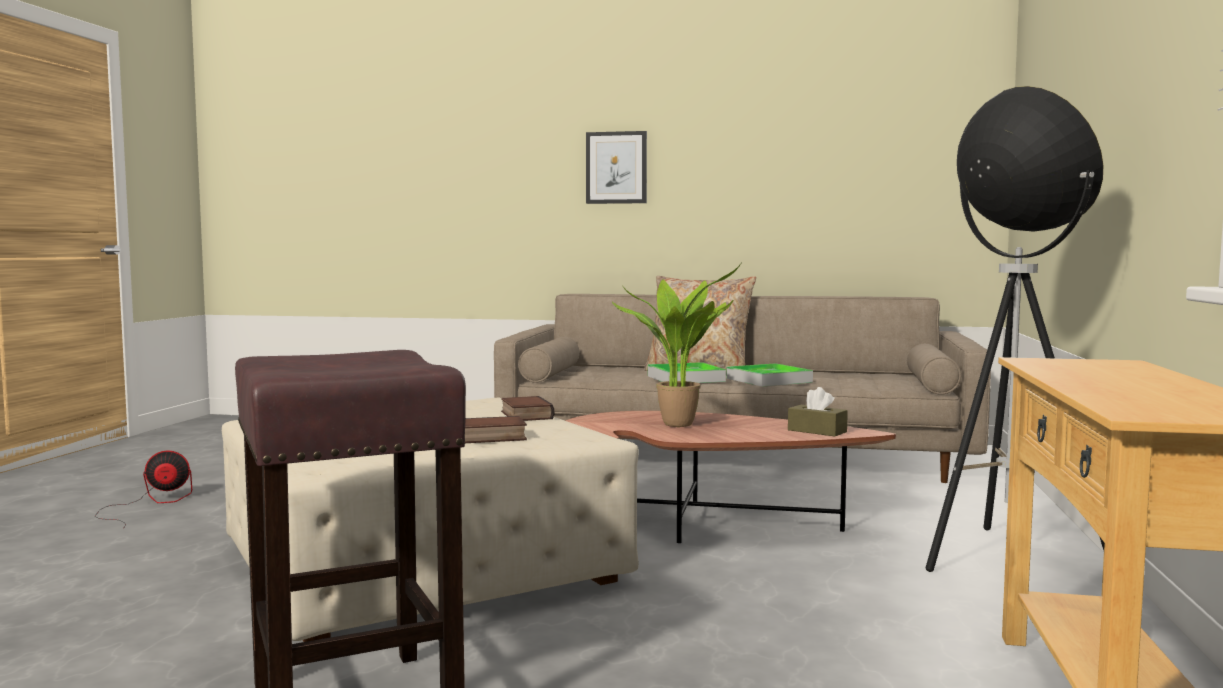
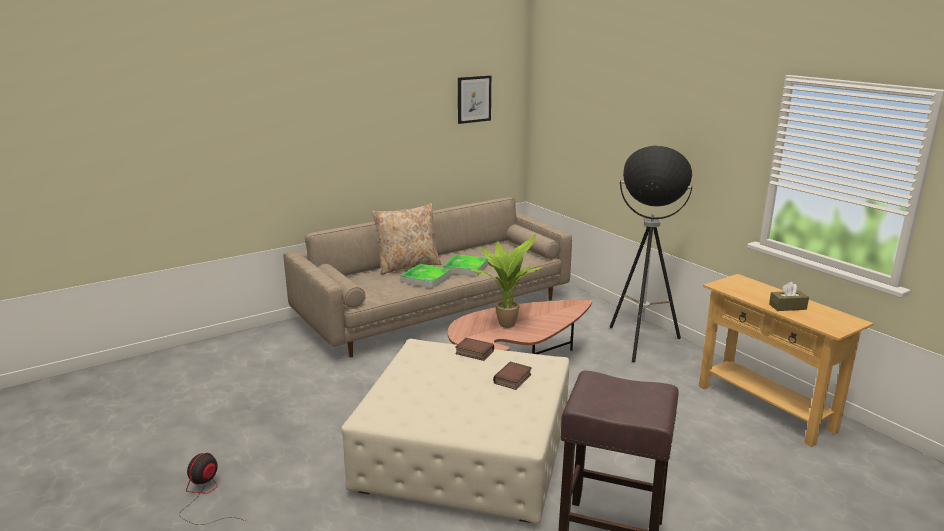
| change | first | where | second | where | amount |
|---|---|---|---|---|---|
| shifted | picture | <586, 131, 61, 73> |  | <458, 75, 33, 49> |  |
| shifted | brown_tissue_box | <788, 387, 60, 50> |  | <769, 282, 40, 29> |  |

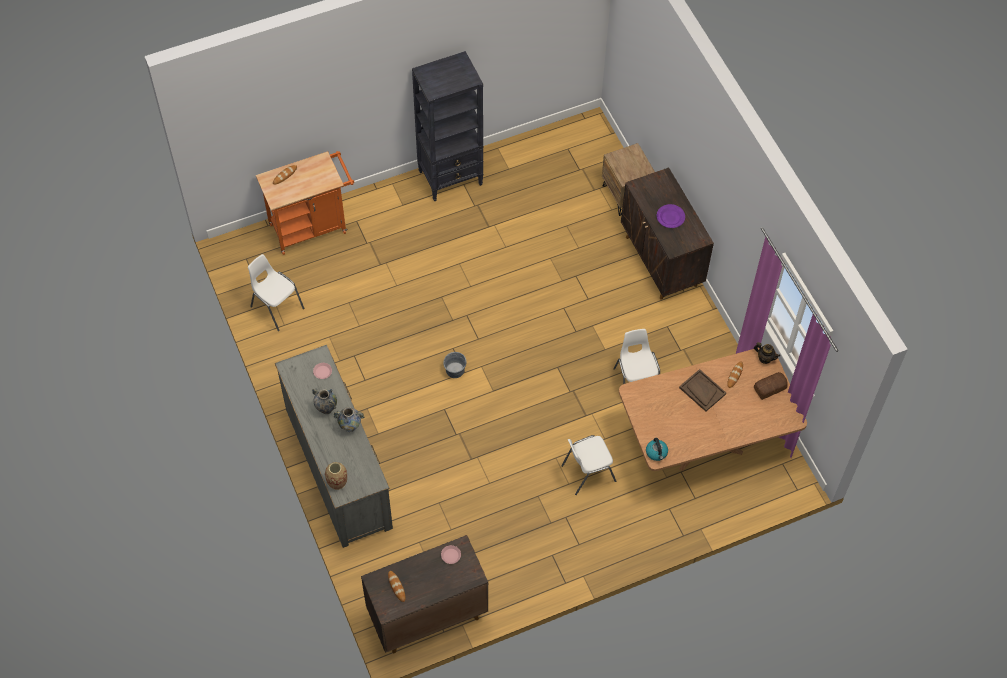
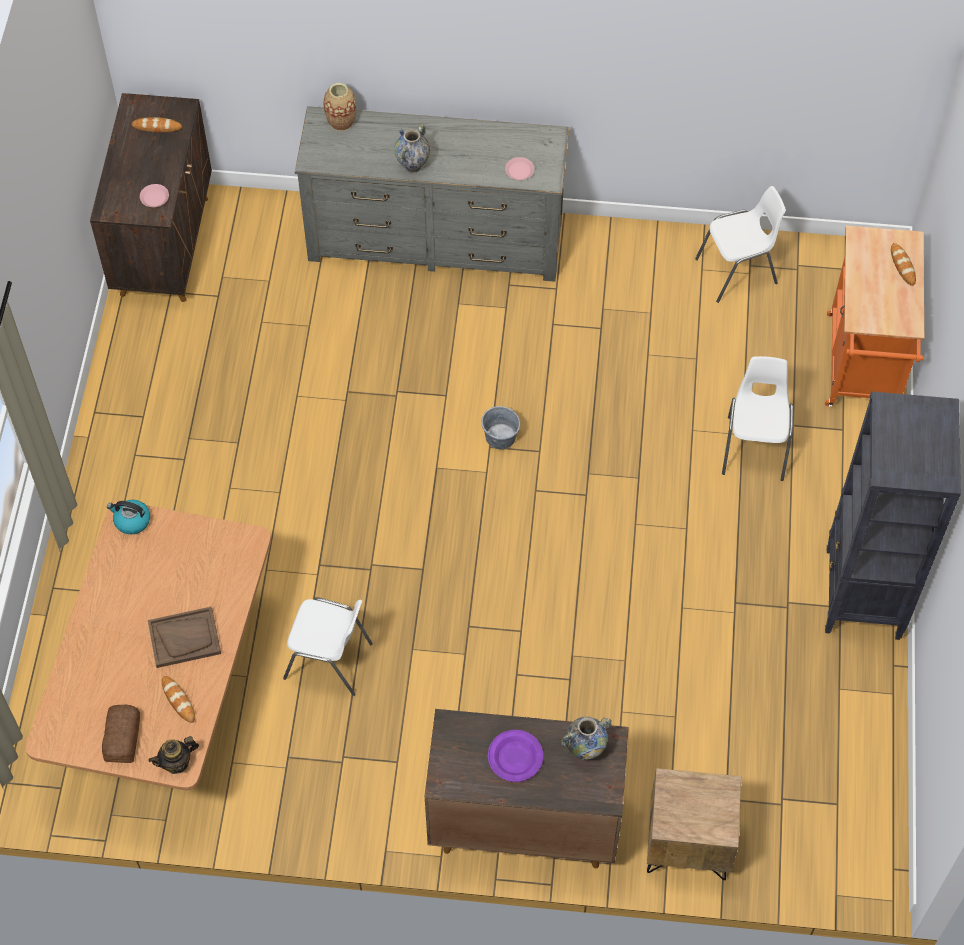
| change | first | where | second | where | amount |
|---|---|---|---|---|---|
| shifted | vase | <312, 388, 25, 26> |  | <561, 717, 51, 43> |  |
| shifted | white_chair | <561, 435, 55, 60> |  | <722, 356, 71, 125> |  |

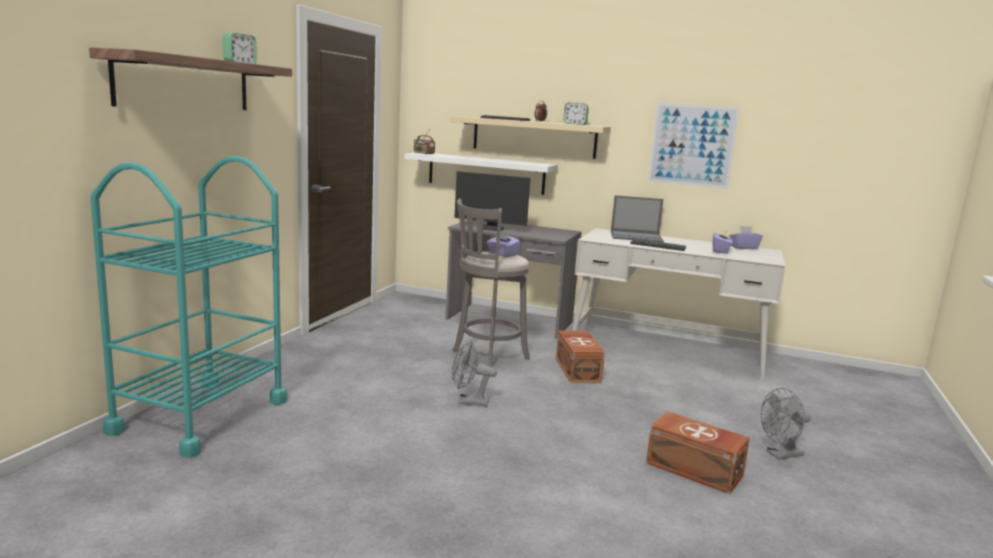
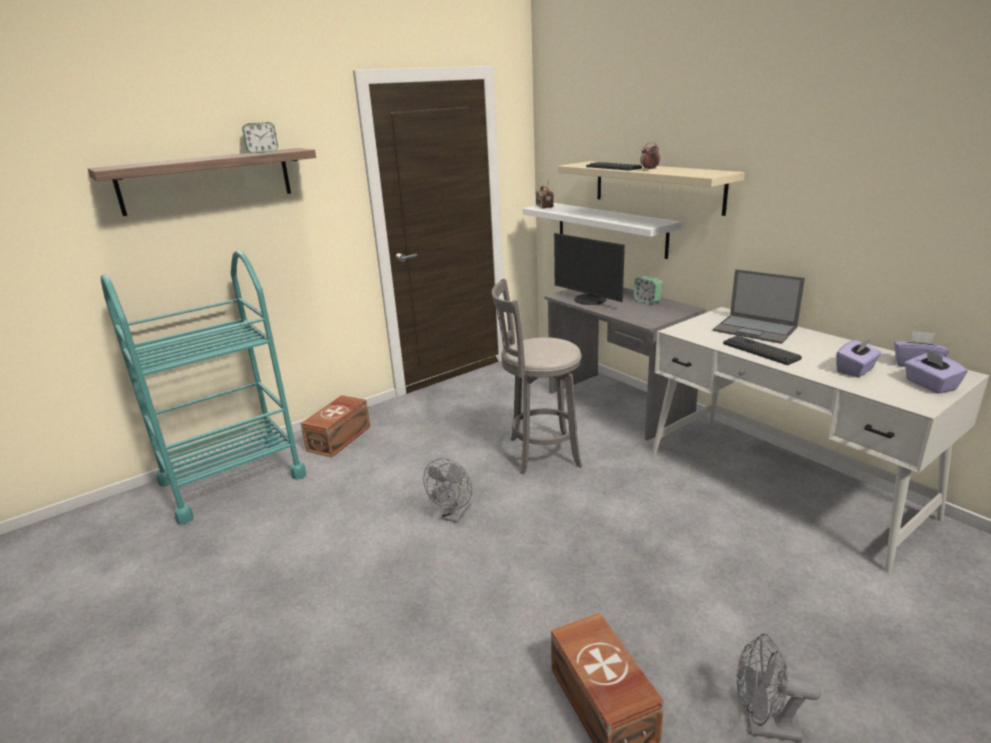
| change | first | where | second | where | amount |
|---|---|---|---|---|---|
| rotated | grey_fan | <452, 341, 45, 65> |  | <423, 458, 49, 65> | 105 degrees counterclockwise |
| shifted | purple_tissue_box | <487, 232, 33, 25> |  | <904, 349, 64, 45> |  |
| shifted | brown_storage_box | <556, 330, 49, 53> |  | <301, 395, 70, 62> |  |
| shifted | alarm_clock | <564, 102, 25, 23> |  | <634, 276, 29, 28> |  |
| gone | picture | <648, 103, 92, 86> |  |  |  |

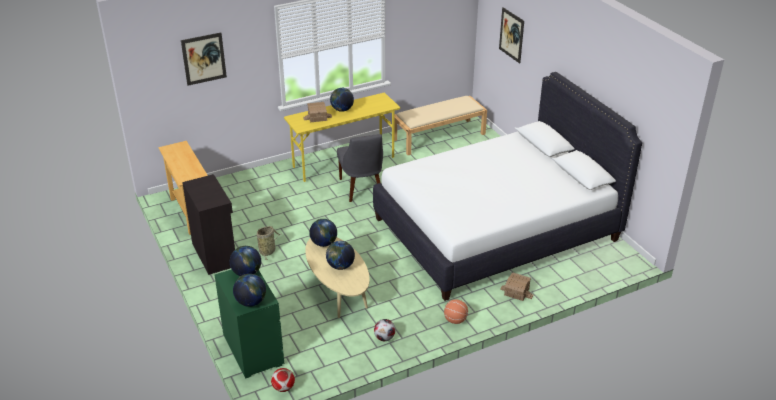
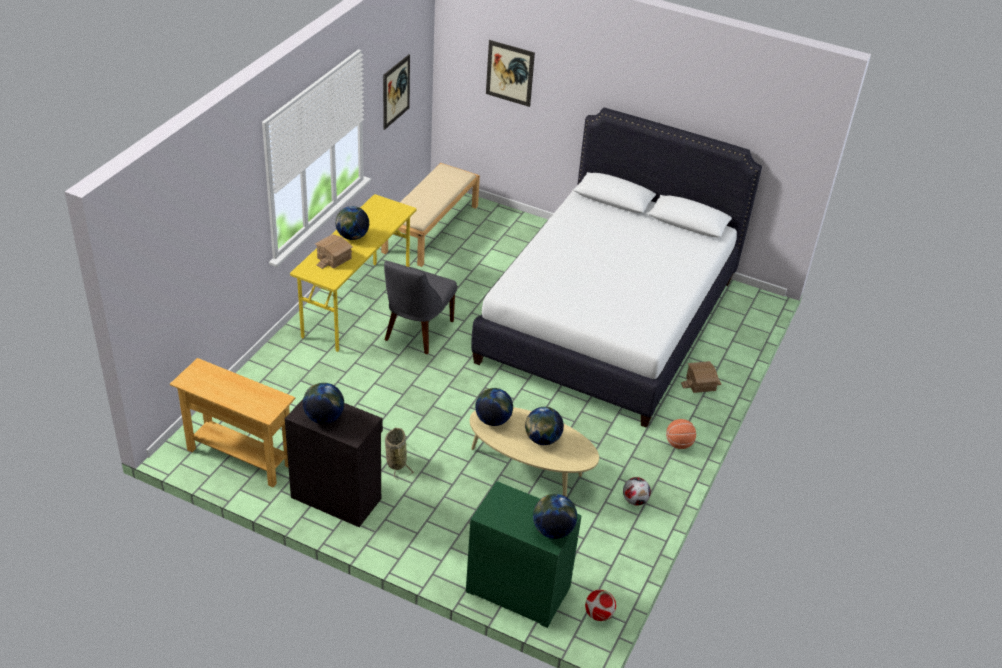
| change | first | where | second | where | amount |
|---|---|---|---|---|---|
| shifted | picture | <181, 33, 46, 53> |  | <383, 54, 27, 76> |  |
| shifted | globe | <230, 246, 31, 30> |  | <303, 383, 41, 41> |  |
| rotated | grey_chair | <337, 134, 46, 68> |  | <384, 261, 73, 93> | 75 degrees clockwise |

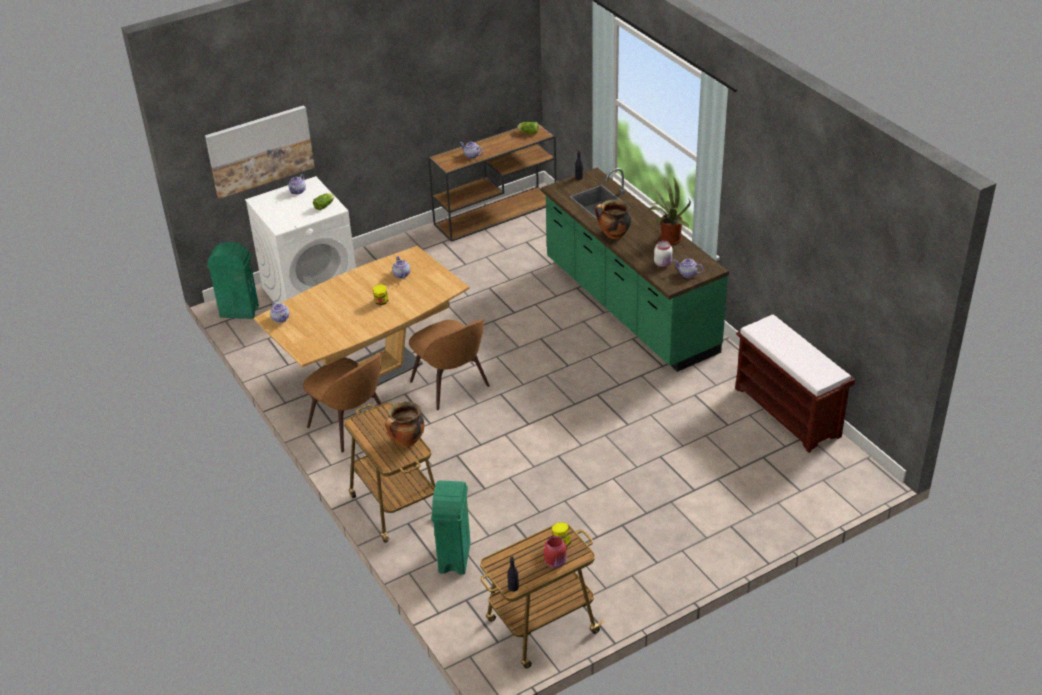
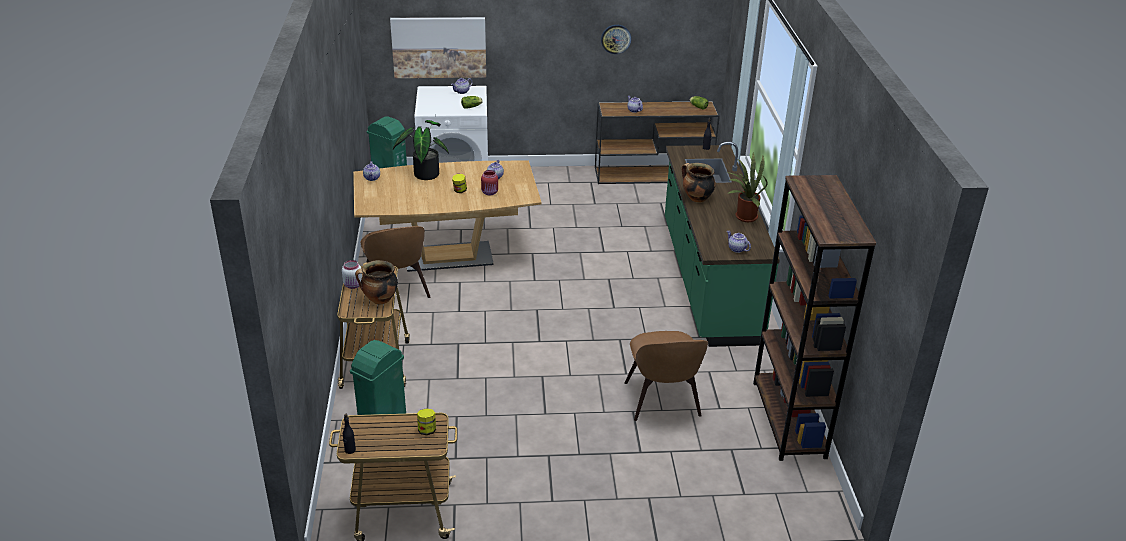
| change | first | where | second | where | amount |
|---|---|---|---|---|---|
| shifted | brown_chair | <409, 319, 81, 91> |  | <625, 331, 83, 90> |  |
| shifted | red_jar | <544, 536, 23, 32> |  | <481, 170, 17, 25> |  |
| shifted | white_jar | <654, 241, 19, 26> |  | <342, 260, 20, 29> |  |
| swapped | brown_bench | <735, 314, 120, 139> | brown_bookcase | <753, 175, 123, 286> |  |
| new |  |  | potted_plant | <393, 120, 56, 60> |  |
| new |  |  | wall_clock | <601, 25, 30, 29> |  |

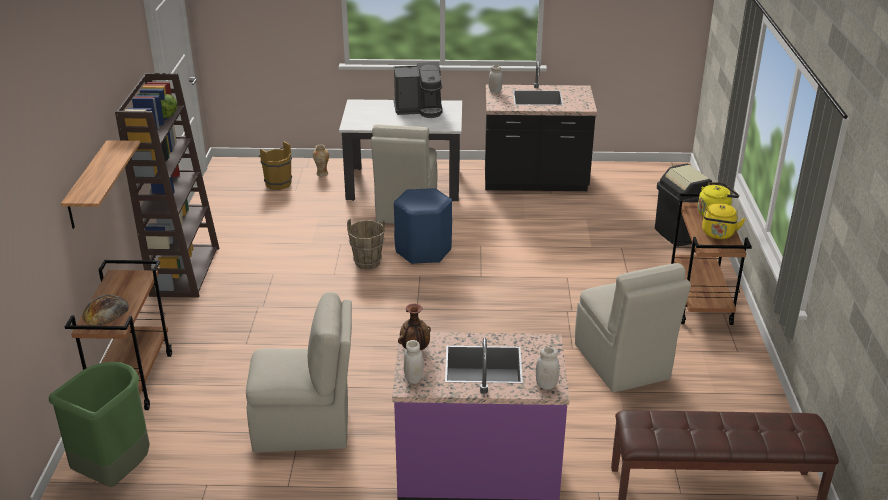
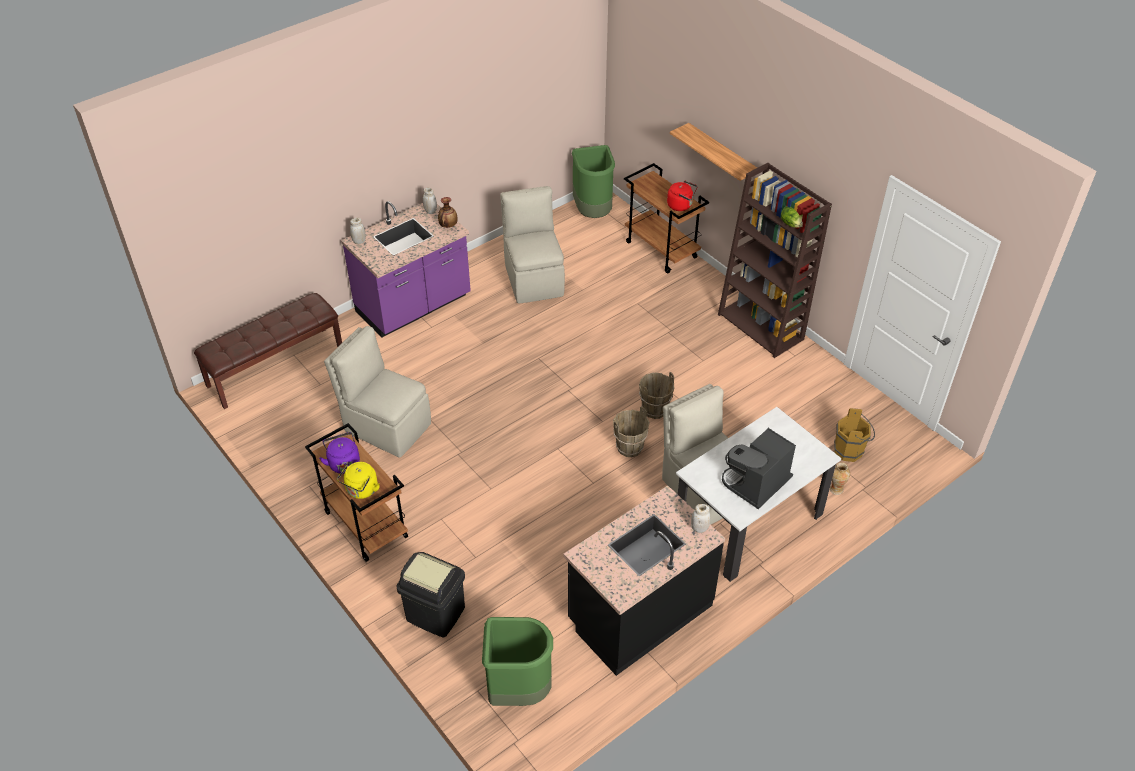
| change | first | where | second | where | amount |
|---|---|---|---|---|---|
| gone | bread | <82, 295, 47, 31> |  |  |  |
| rotated | beige_chair | <246, 292, 106, 161> |  | <500, 186, 65, 118> | 120 degrees clockwise |
| swapped | blue_stool | <394, 188, 58, 76> | brown_bucket | <613, 407, 37, 50> |  |
| repainted | yellow_kettle | <702, 203, 43, 36> | purple_kettle | <319, 432, 41, 42> |  |
| new |  |  | green_trash_can | <482, 617, 71, 89> |  |
| new |  |  | red_kettle | <667, 181, 30, 30> |  |

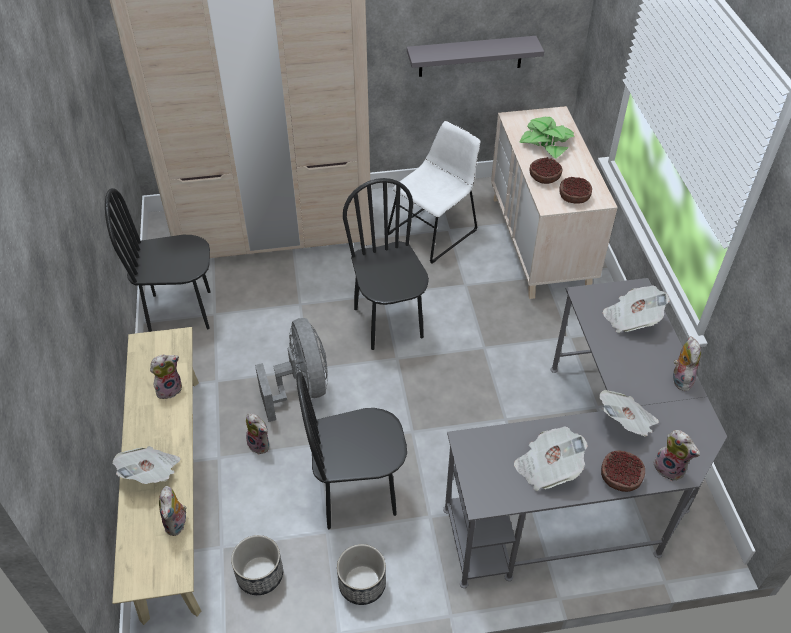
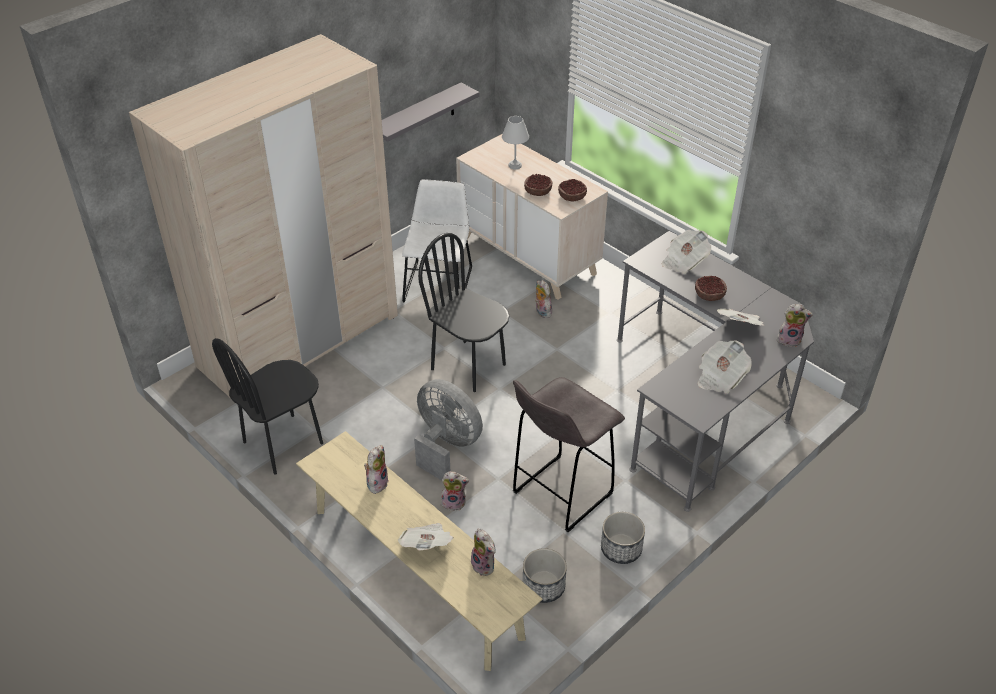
| change | first | where | second | where | amount |
|---|---|---|---|---|---|
| swapped | black_chair | <296, 372, 111, 157> | grey_stool | <513, 377, 112, 155> |  |
| swapped | potted_plant | <519, 117, 56, 42> | white_table_lamp | <502, 116, 27, 53> |  |
| shifted | bowl | <601, 451, 44, 41> |  | <695, 276, 32, 25> |  |
| shifted | plush_toy | <673, 336, 28, 55> |  | <535, 280, 17, 38> |  |

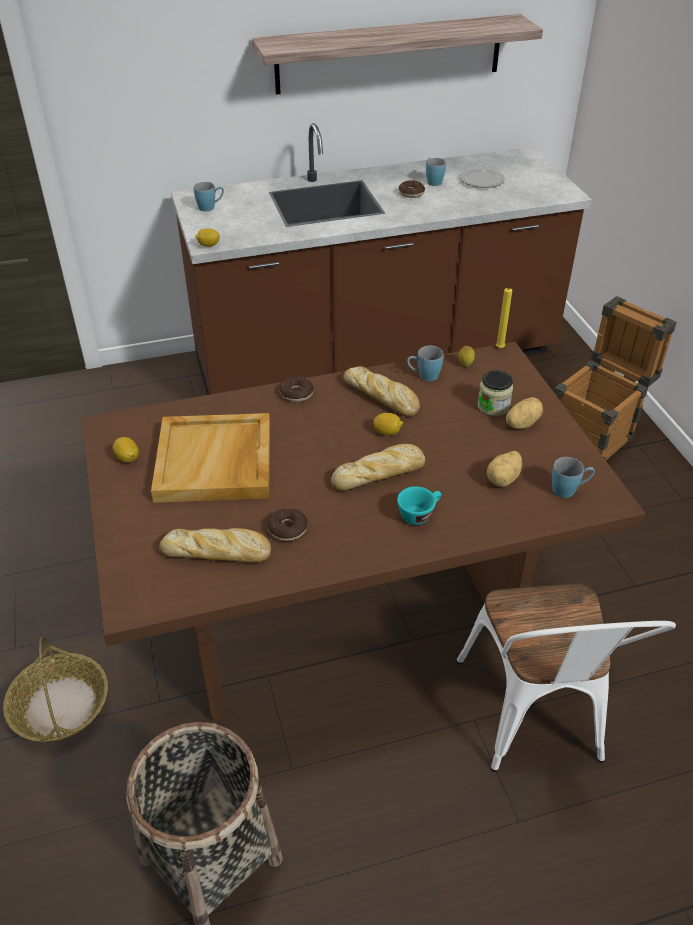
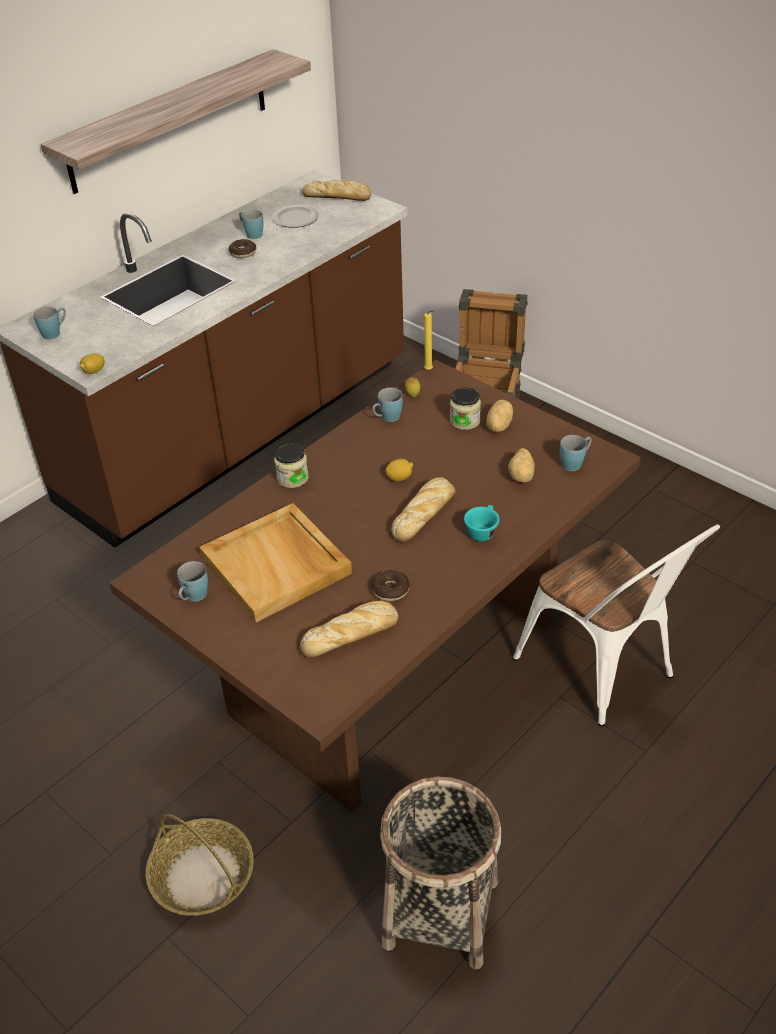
| change | first | where | second | where | amount |
|---|---|---|---|---|---|
| swapped | lemon | <113, 437, 26, 26> | blue_mug | <177, 561, 31, 41> |  |
| swapped | donut | <280, 377, 34, 25> | jar | <274, 443, 35, 45> |  |
| shifted | bread | <343, 366, 77, 51> |  | <302, 180, 69, 21> |  |

